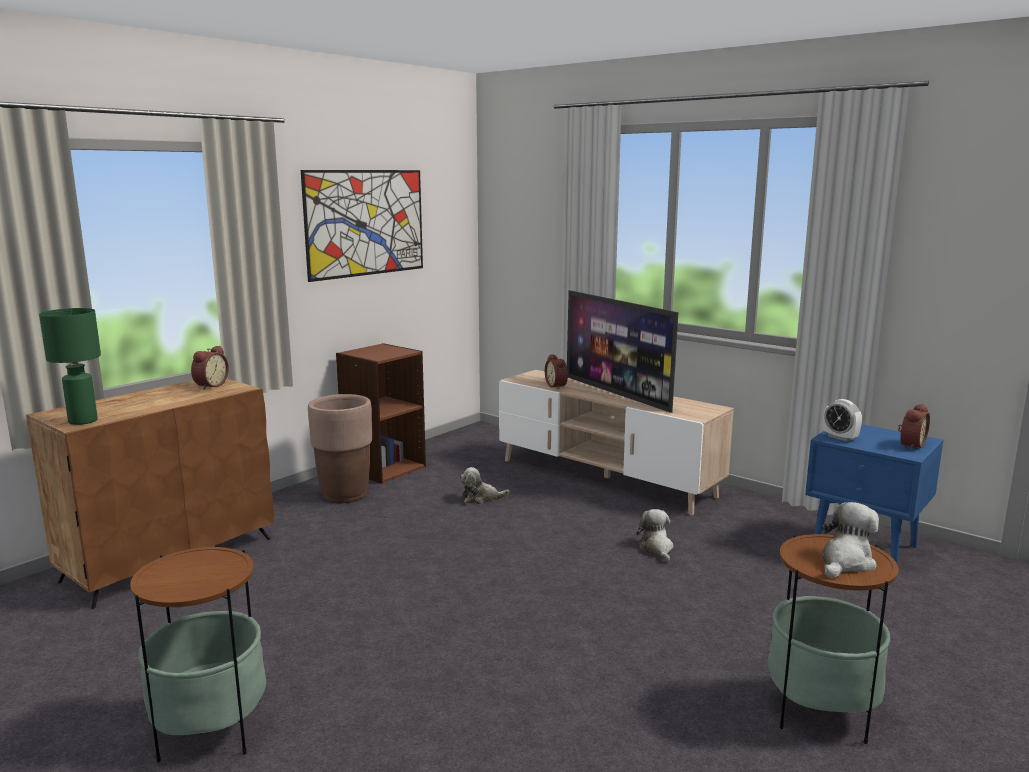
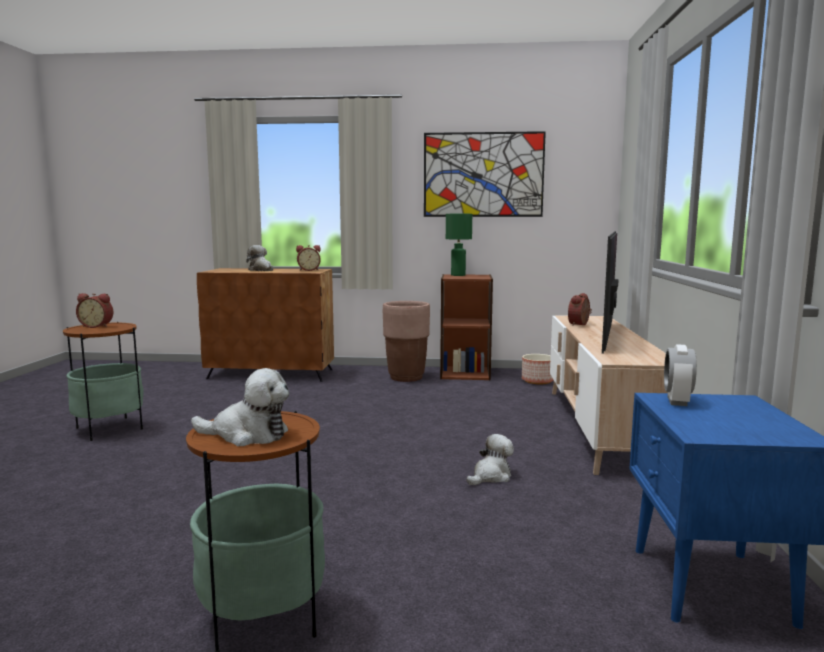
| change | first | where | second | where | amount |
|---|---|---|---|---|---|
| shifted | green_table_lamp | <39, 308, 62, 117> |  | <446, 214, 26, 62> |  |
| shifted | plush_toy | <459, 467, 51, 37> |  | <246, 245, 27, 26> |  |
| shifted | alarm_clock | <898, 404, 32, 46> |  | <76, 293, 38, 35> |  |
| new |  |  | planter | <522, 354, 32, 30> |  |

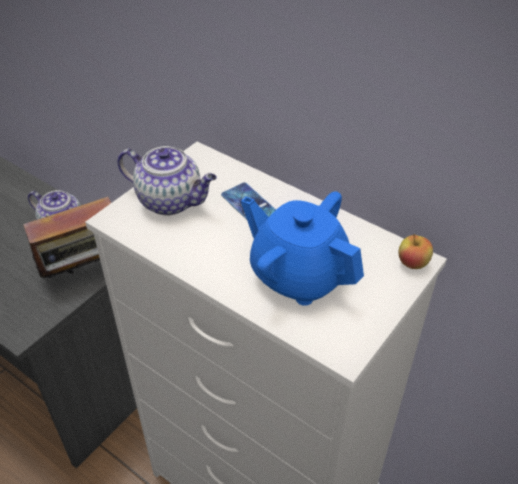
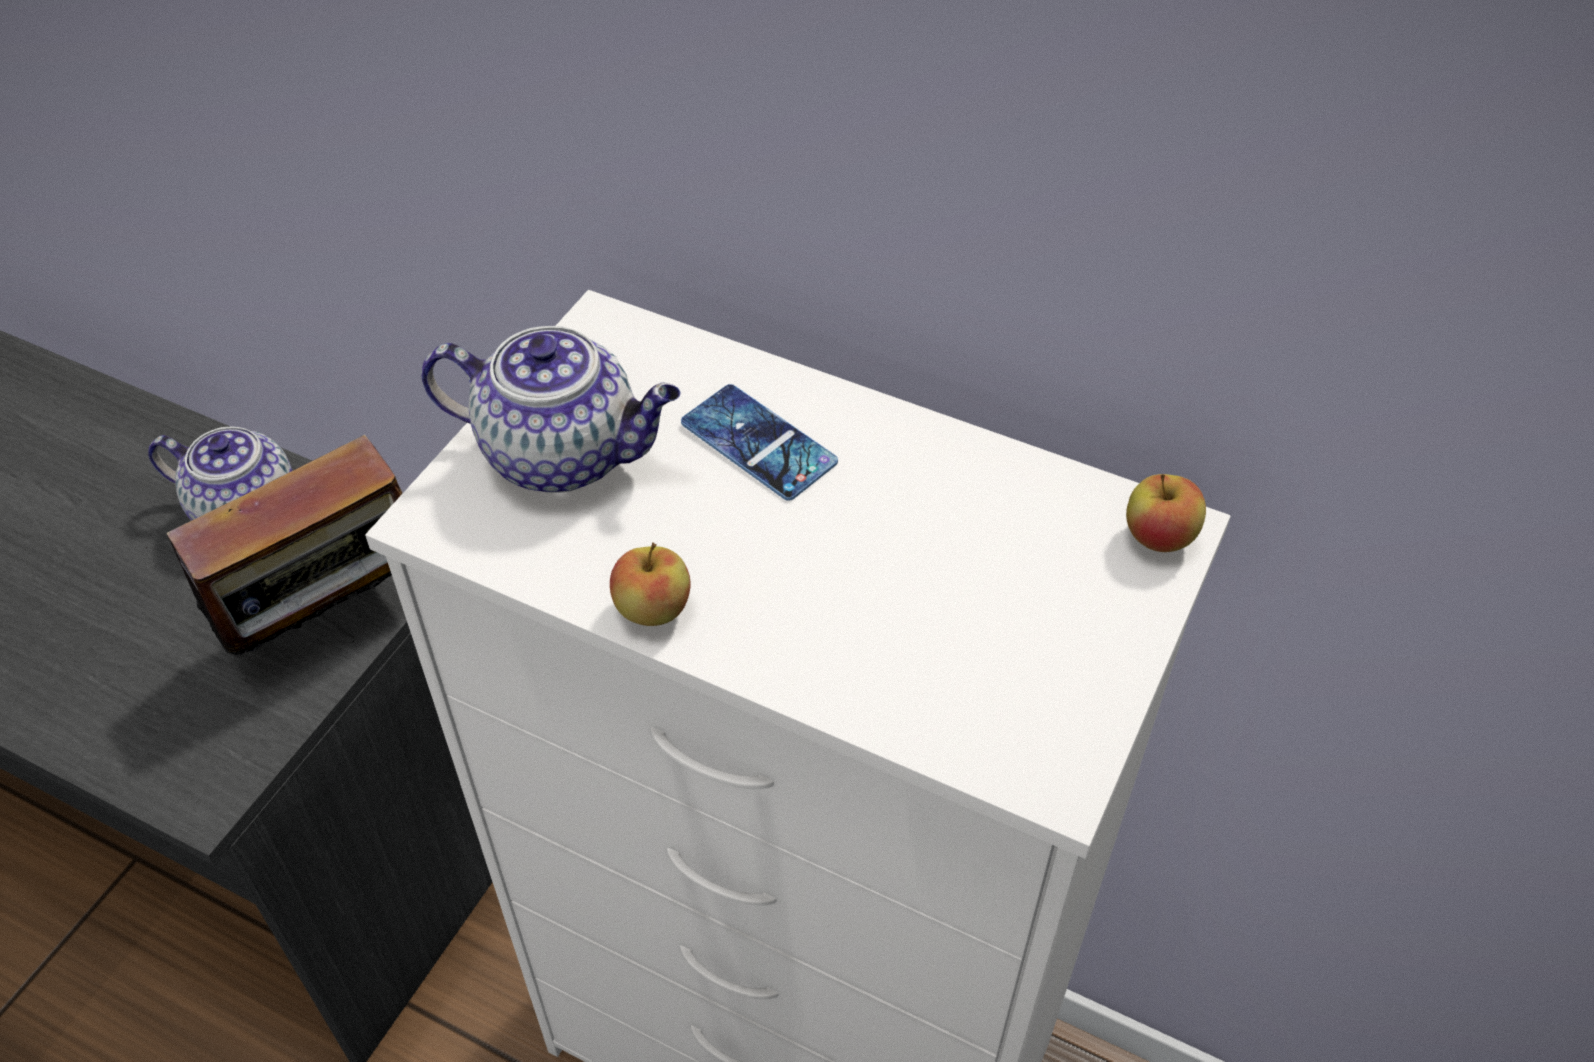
| change | first | where | second | where | amount |
|---|---|---|---|---|---|
| gone | blue_teapot | <241, 191, 123, 115> |  |  |  |
| new |  |  | apple | <610, 542, 80, 84> |  |

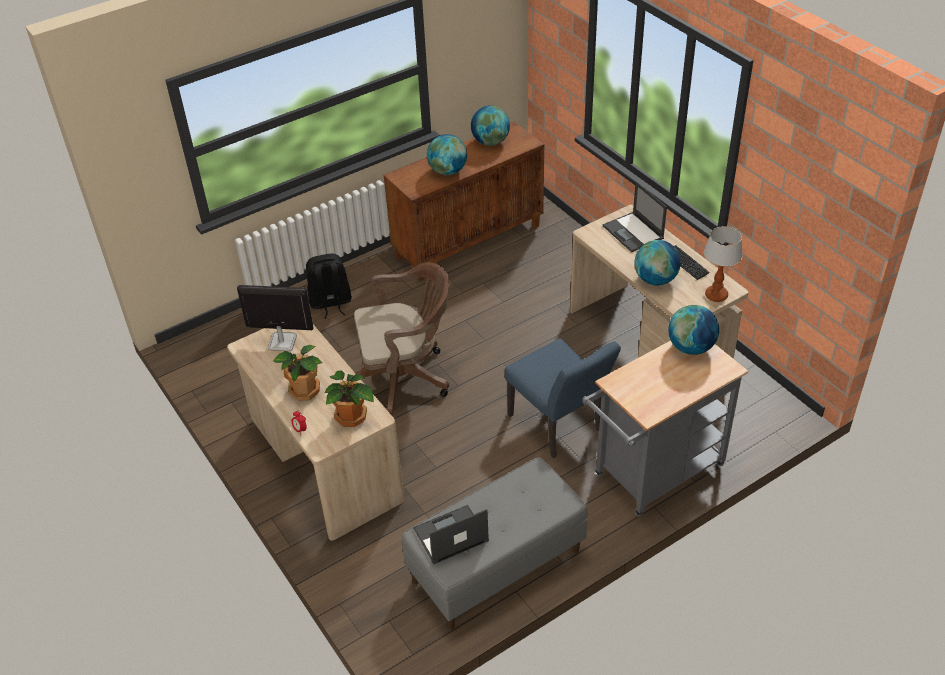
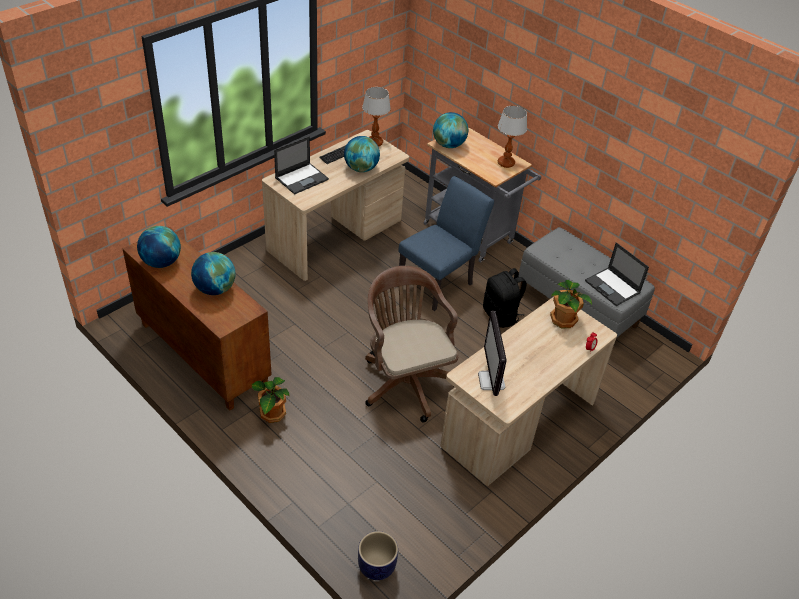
| change | first | where | second | where | amount |
|---|---|---|---|---|---|
| shifted | potted_plant | <273, 345, 49, 56> |  | <252, 377, 37, 46> |  |
| shifted | black_backpack | <306, 254, 46, 65> |  | <483, 268, 44, 60> |  |
| new |  |  | planter | <358, 531, 40, 49> |  |
| new |  |  | table_lamp | <498, 106, 29, 62> |  |

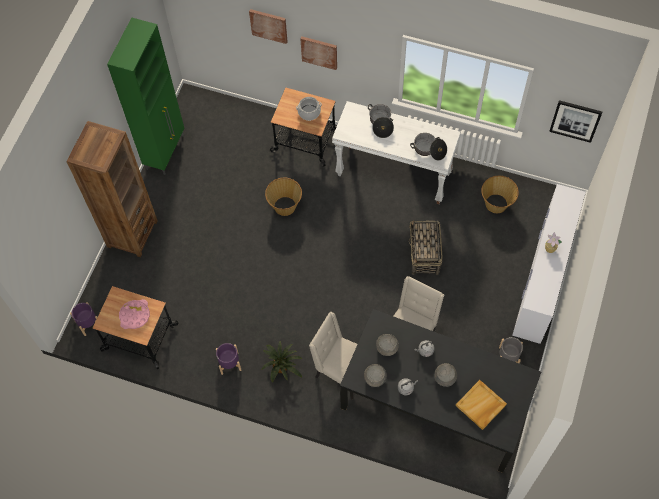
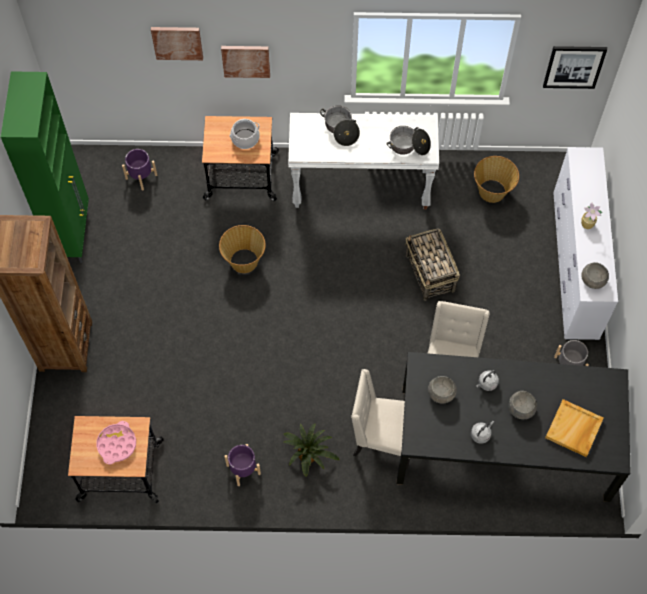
| change | first | where | second | where | amount |
|---|---|---|---|---|---|
| shifted | purple_planter | <70, 302, 27, 34> |  | <122, 149, 35, 41> |  |
| shifted | grey_bowl | <364, 364, 23, 23> |  | <582, 262, 27, 27> |  |

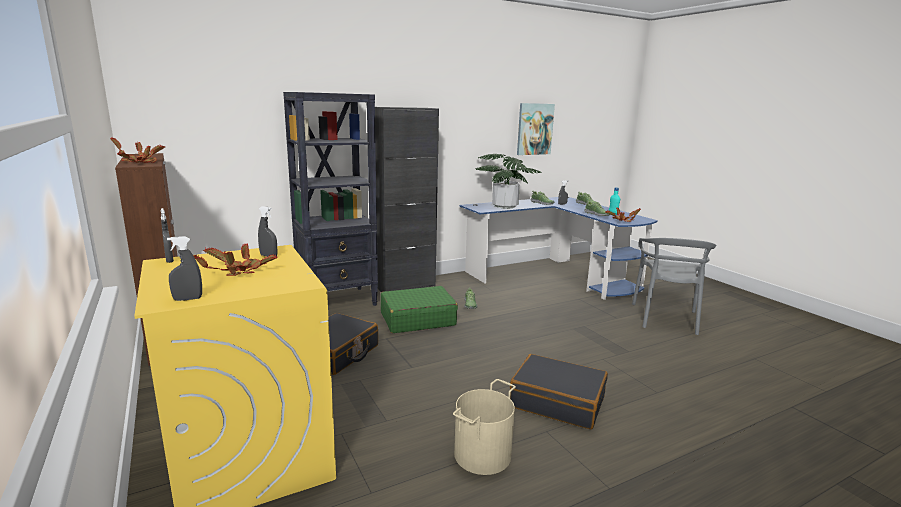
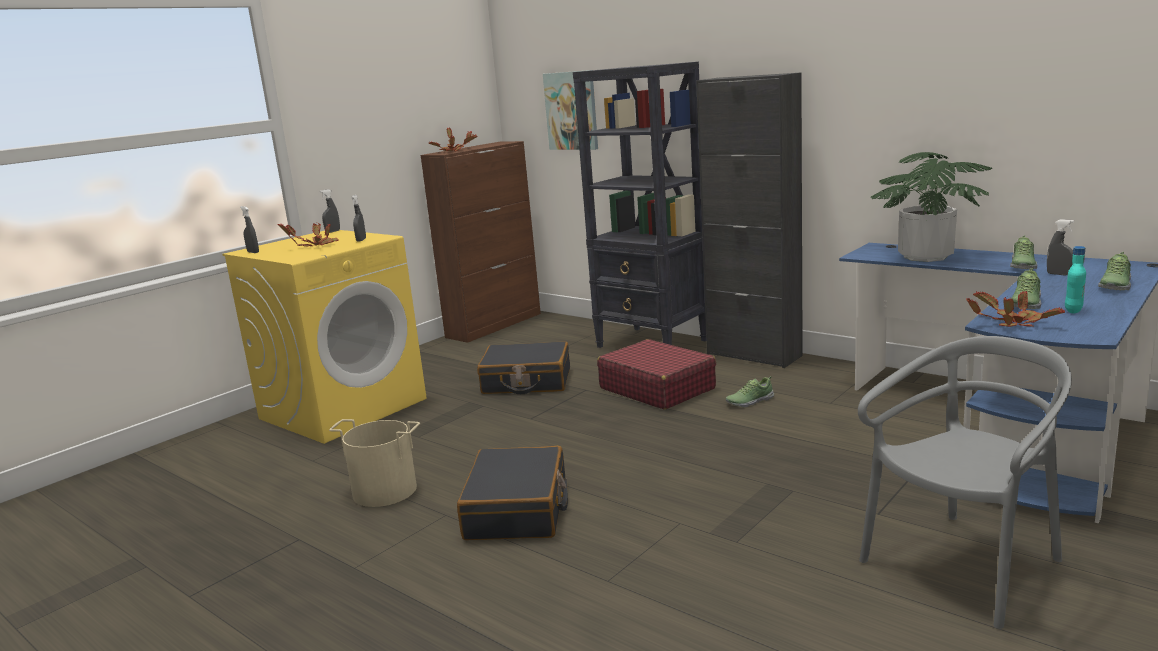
| change | first | where | second | where | amount |
|---|---|---|---|---|---|
| repainted | green_suitcase | <381, 286, 77, 47> | red_suitcase | <597, 339, 119, 71> |  |
| shifted | picture | <517, 103, 38, 52> |  | <543, 70, 55, 80> |  |
| rotated | grey_chair | <632, 238, 84, 97> |  | <858, 336, 214, 293> | 150 degrees clockwise |

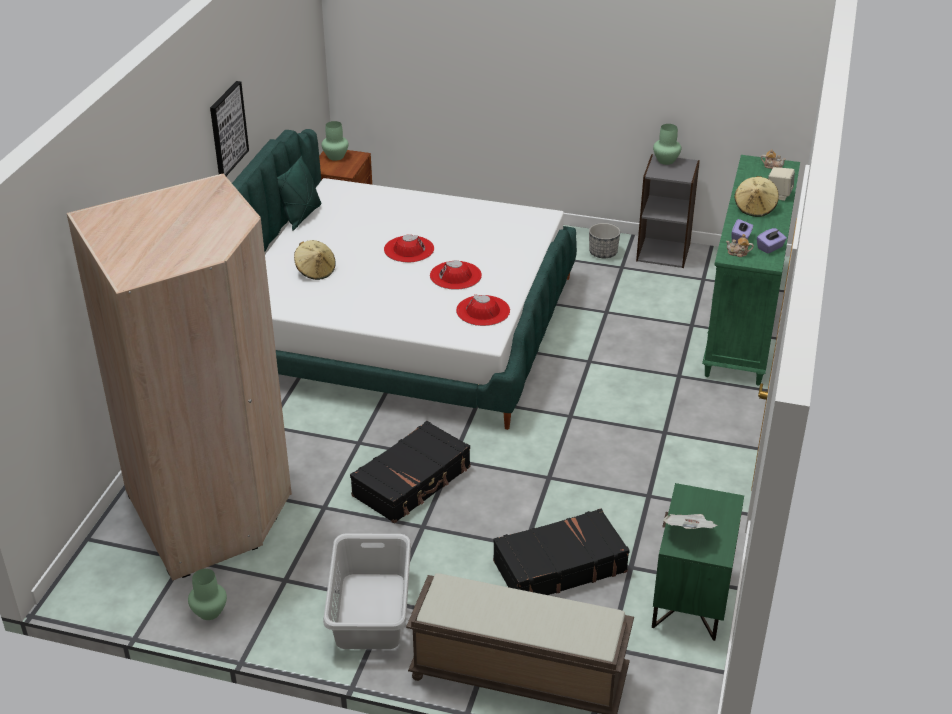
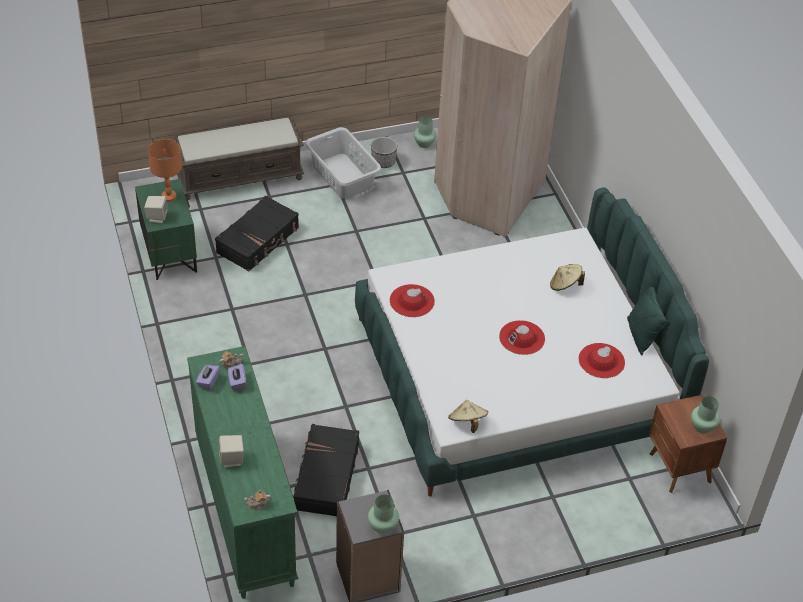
| change | first | where | second | where | amount |
|---|---|---|---|---|---|
| gone | picture | <210, 81, 39, 95> |  |  |  |
| shifted | black_suitcase | <350, 421, 120, 102> |  | <293, 424, 66, 92> |  |
| shifted | red_hat | <430, 260, 52, 30> |  | <579, 343, 46, 35> |  |
| shifted | planter | <589, 223, 31, 35> |  | <371, 137, 26, 31> |  |
| swapped | newspaper | <663, 514, 55, 15> | orange_table_lamp | <148, 139, 34, 63> |  |
| shifted | beige_hat | <735, 176, 44, 41> |  | <448, 400, 40, 33> |  |
| new |  |  | beige_speaker | <144, 196, 24, 27> |  |

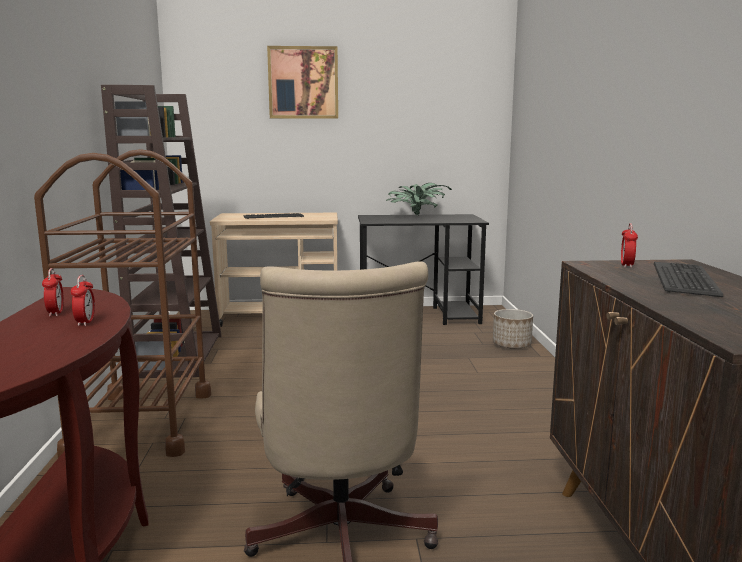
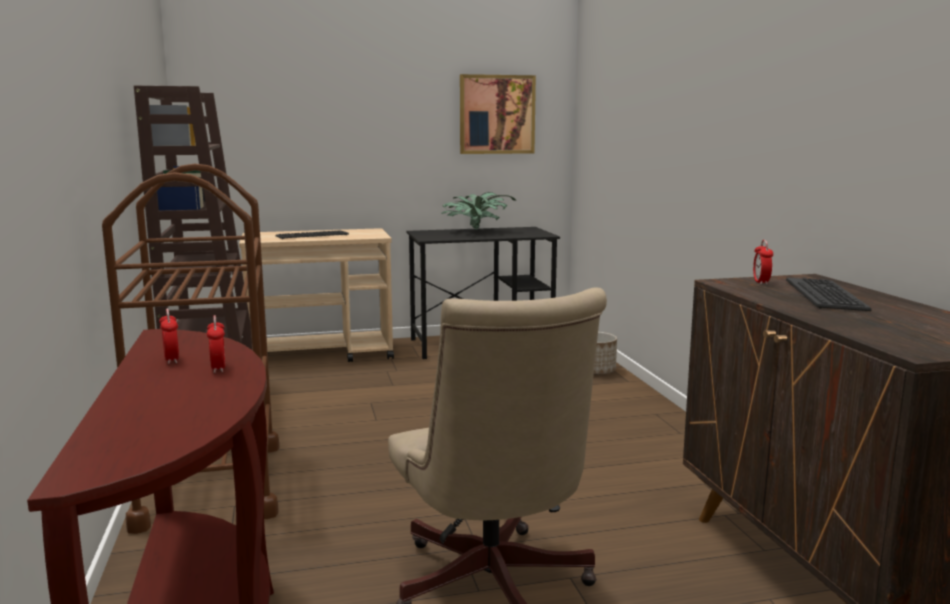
| change | first | where | second | where | amount |
|---|---|---|---|---|---|
| shifted | picture | <267, 46, 71, 73> |  | <460, 74, 76, 80> |  |

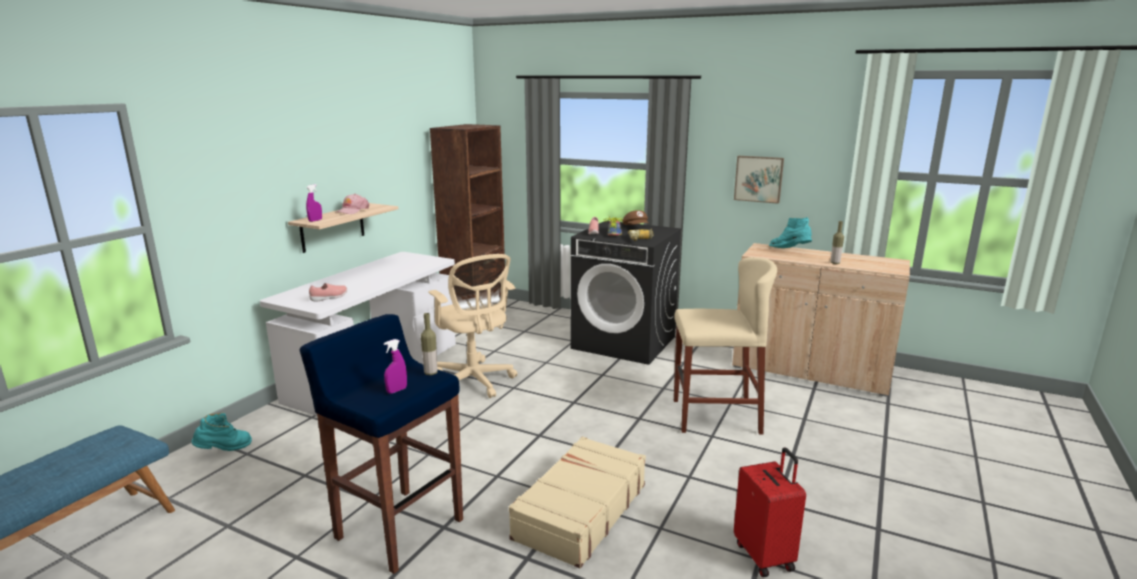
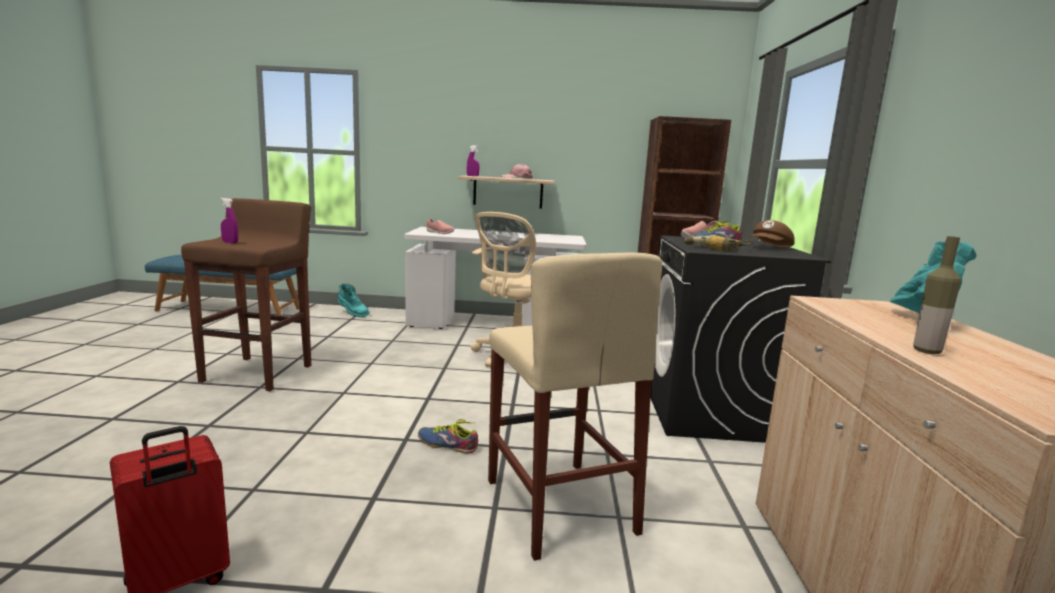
| change | first | where | second | where | amount |
|---|---|---|---|---|---|
| repainted | blue_stool | <299, 314, 164, 260> | brown_stool | <181, 198, 130, 193> |  |
| gone | bottle | <421, 313, 17, 62> |  |  |  |
| gone | beige_suitcase | <509, 436, 137, 132> |  |  |  |
| gone | picture | <734, 156, 50, 48> |  |  |  |
| new |  |  | shoe | <418, 419, 60, 35> |  |

